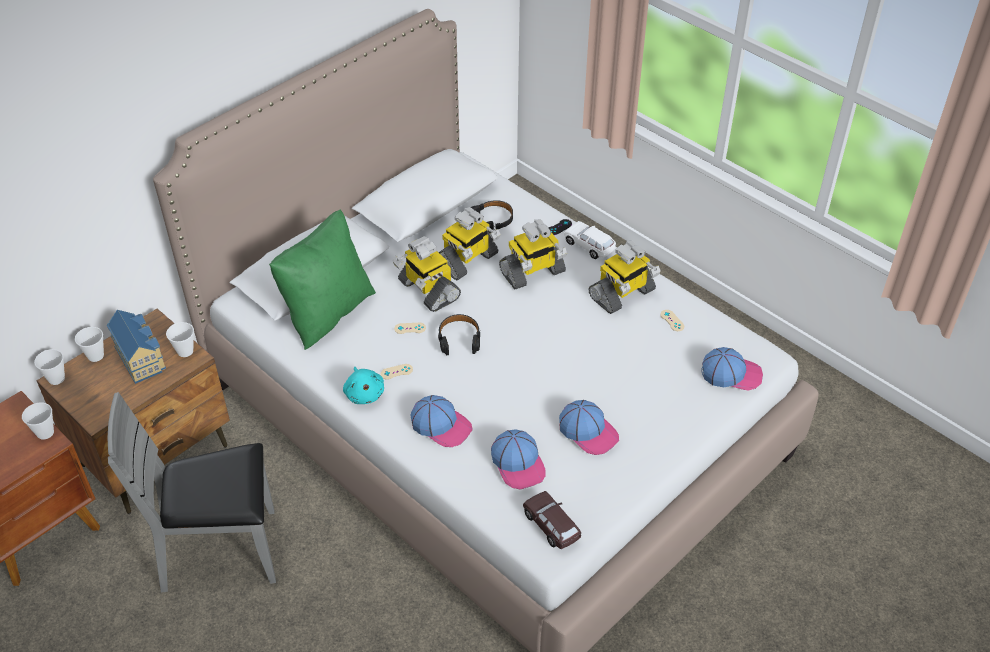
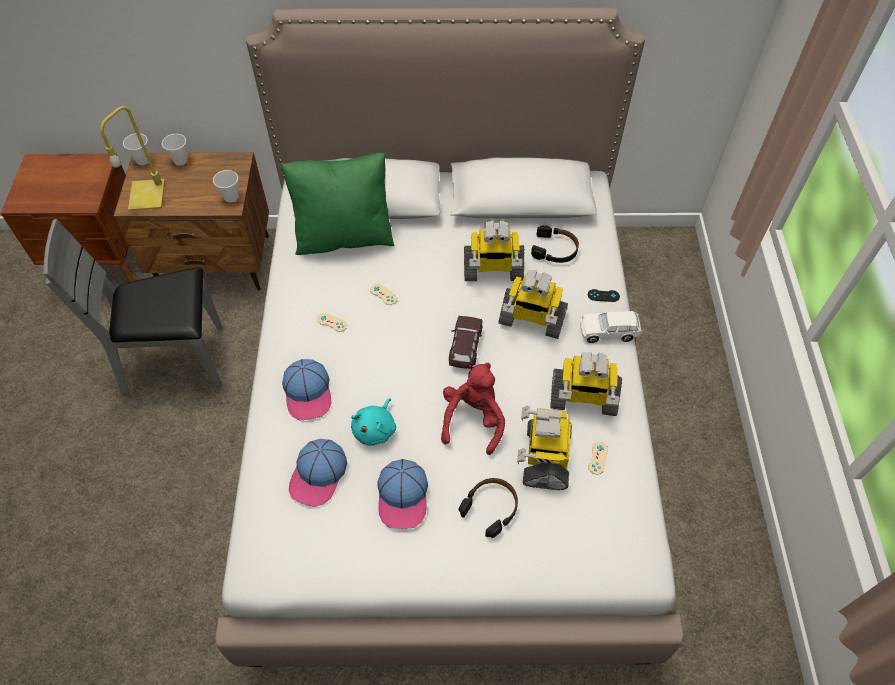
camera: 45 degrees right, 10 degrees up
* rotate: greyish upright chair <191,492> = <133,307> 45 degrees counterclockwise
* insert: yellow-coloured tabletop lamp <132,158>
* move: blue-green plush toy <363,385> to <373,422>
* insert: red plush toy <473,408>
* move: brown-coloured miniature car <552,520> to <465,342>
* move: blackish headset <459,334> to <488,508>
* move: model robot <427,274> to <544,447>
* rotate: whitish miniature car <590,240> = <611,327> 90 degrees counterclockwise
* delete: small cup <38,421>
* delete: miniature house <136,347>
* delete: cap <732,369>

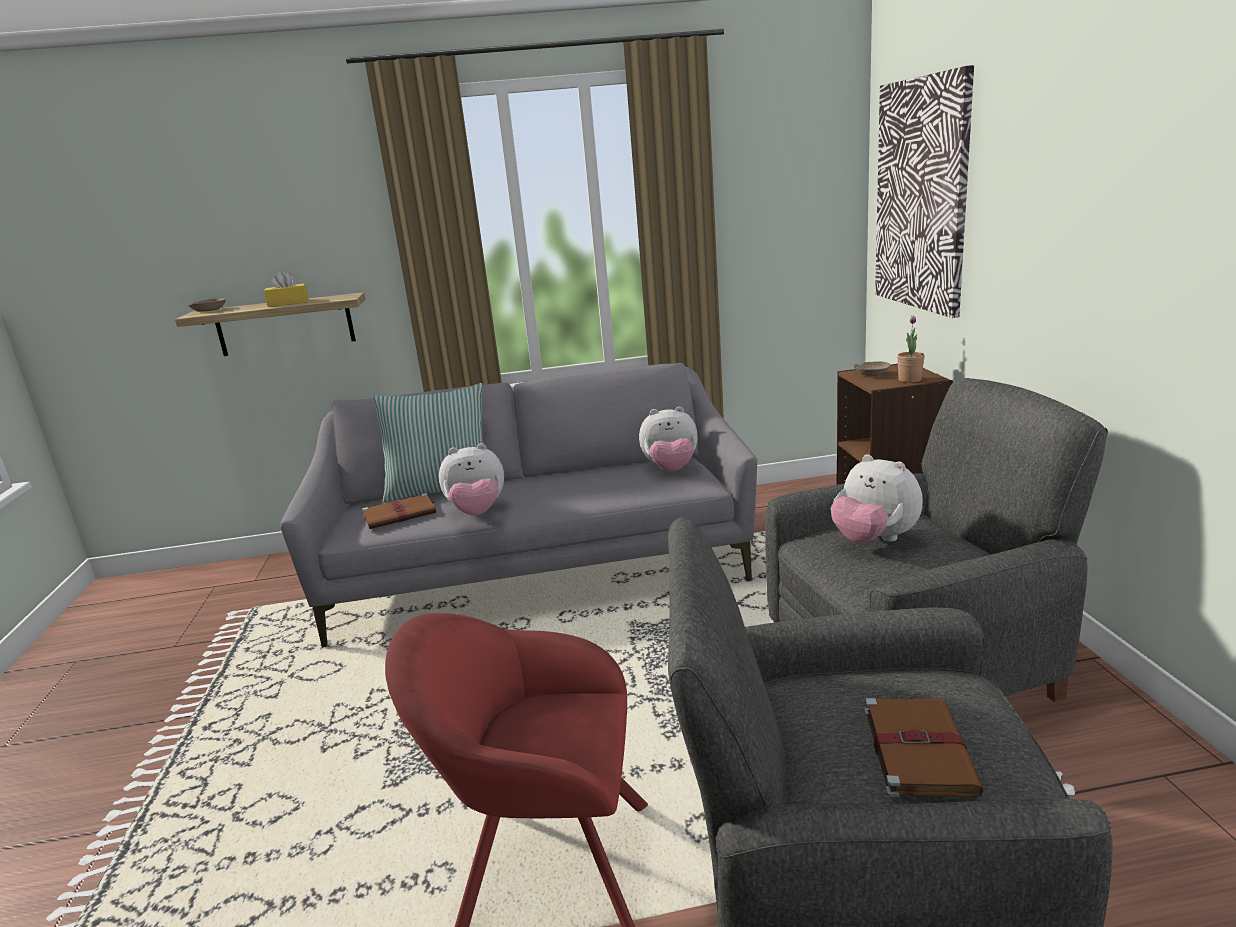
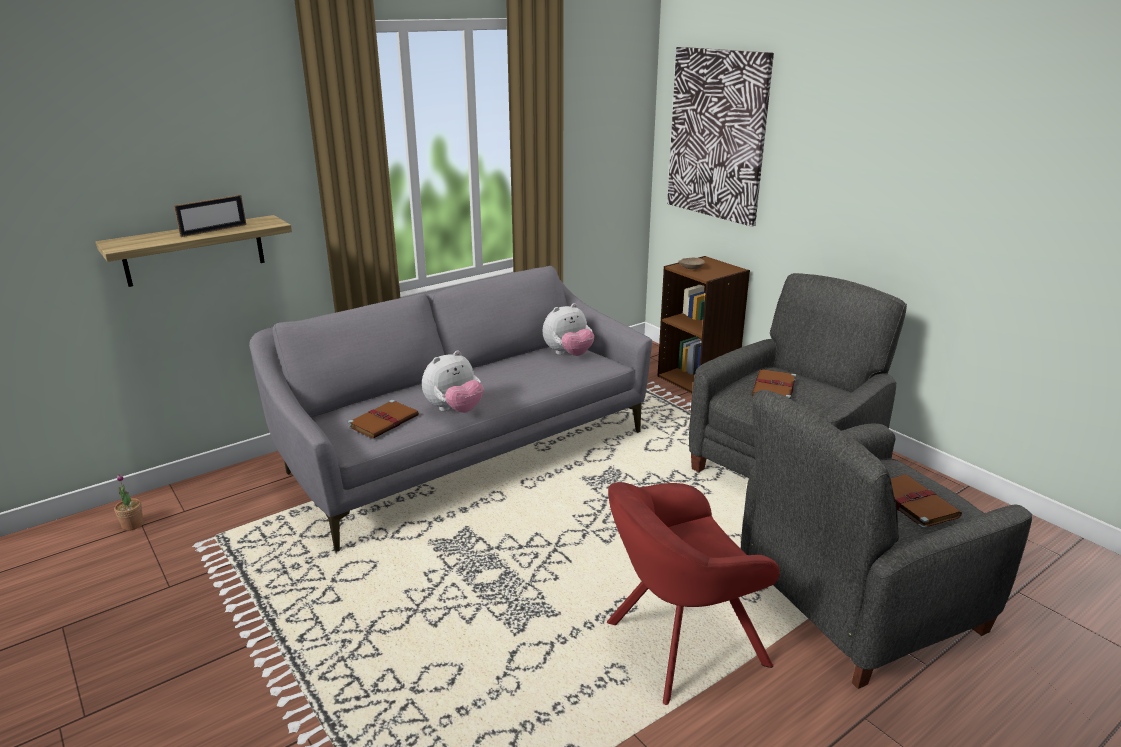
camera: 30 degrees left, 5 degrees up
* move: houseplant <911,349> to <129,502>
* replace: yellow-coloured box of tissues <286,289> to picture frame <210,216>
* replace: plush toy <877,499> to brown-coloured volume <773,384>
* delete: sand-coloured bowl <207,305>
* delete: cushion <428,443>

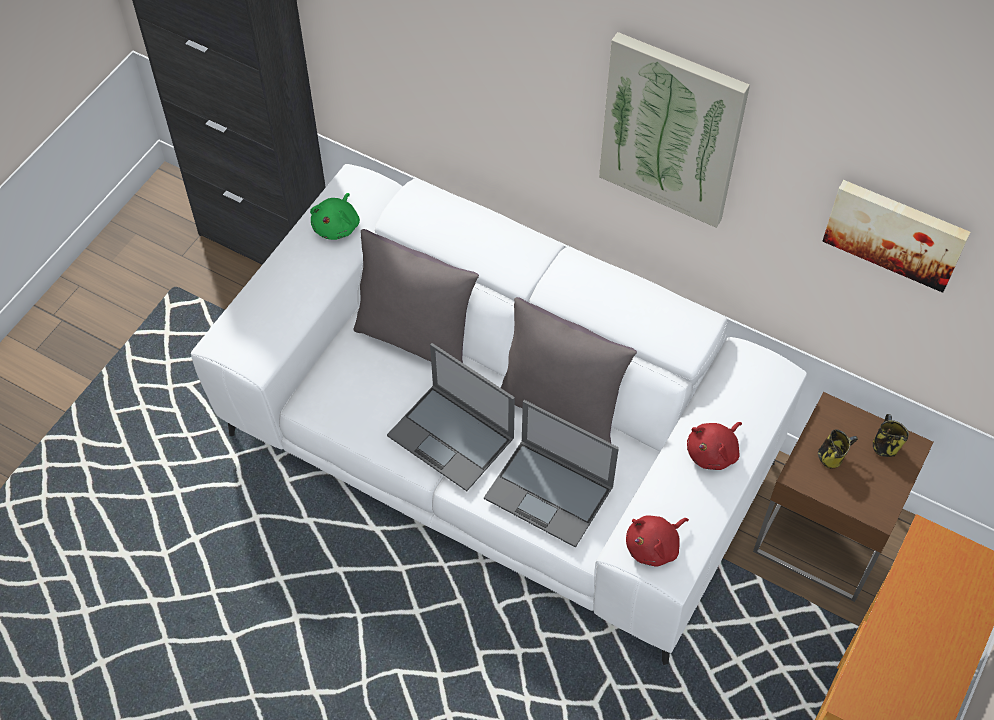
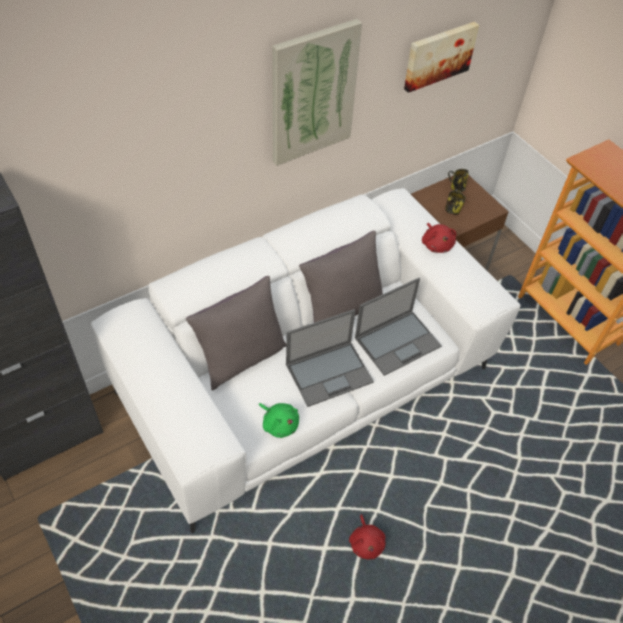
camera: 65 degrees left, 5 degrees down
* move: green-coloured plush toy <335,216> to <279,420>
* move: red plush toy <657,540> to <367,537>

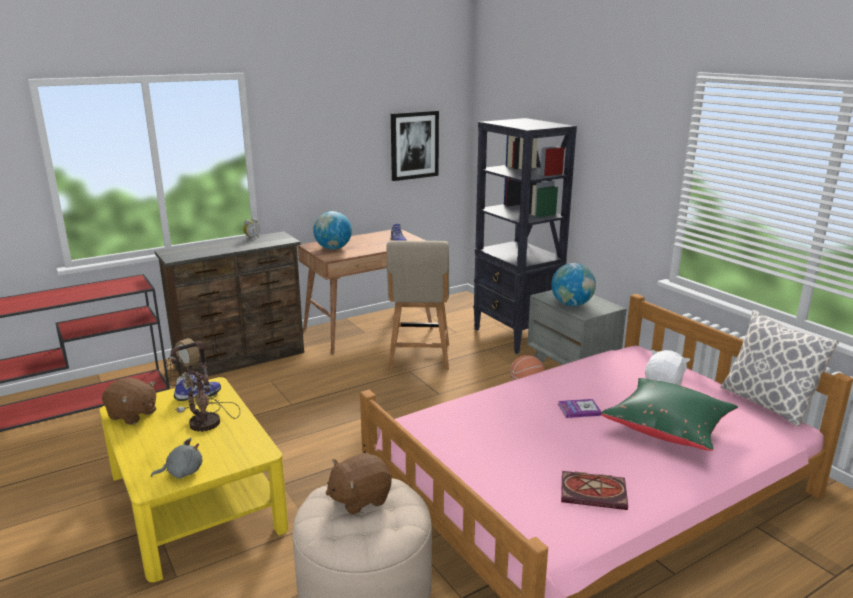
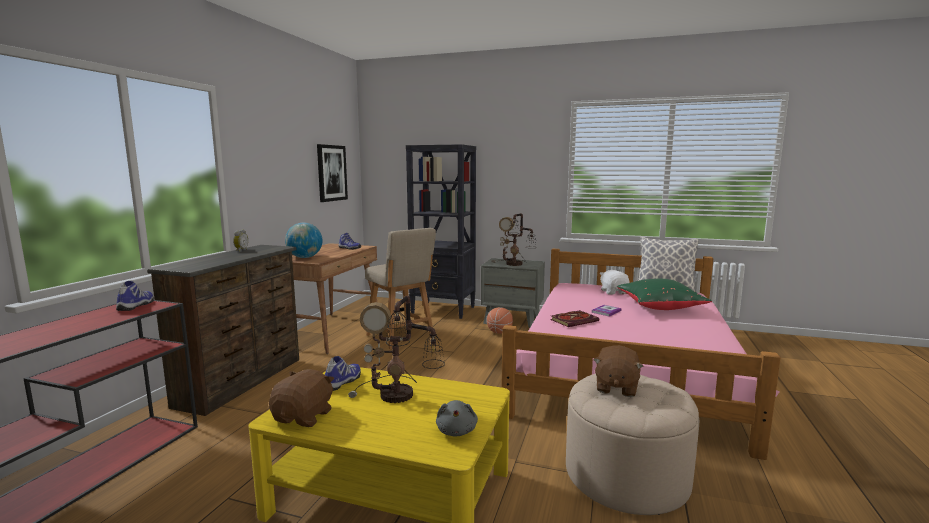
camera: 40 degrees left, 10 degrees down
* insert: item of footwear <135,296>
* rotate: brown-coloured plush toy <129,401> = <301,398> 60 degrees counterclockwise
* rotate: greyish plush toy <176,458> = <457,418> 150 degrees clockwise
* replace: globe <573,284> to tabletop lamp <514,239>
* move: volume <594,490> to <574,318>

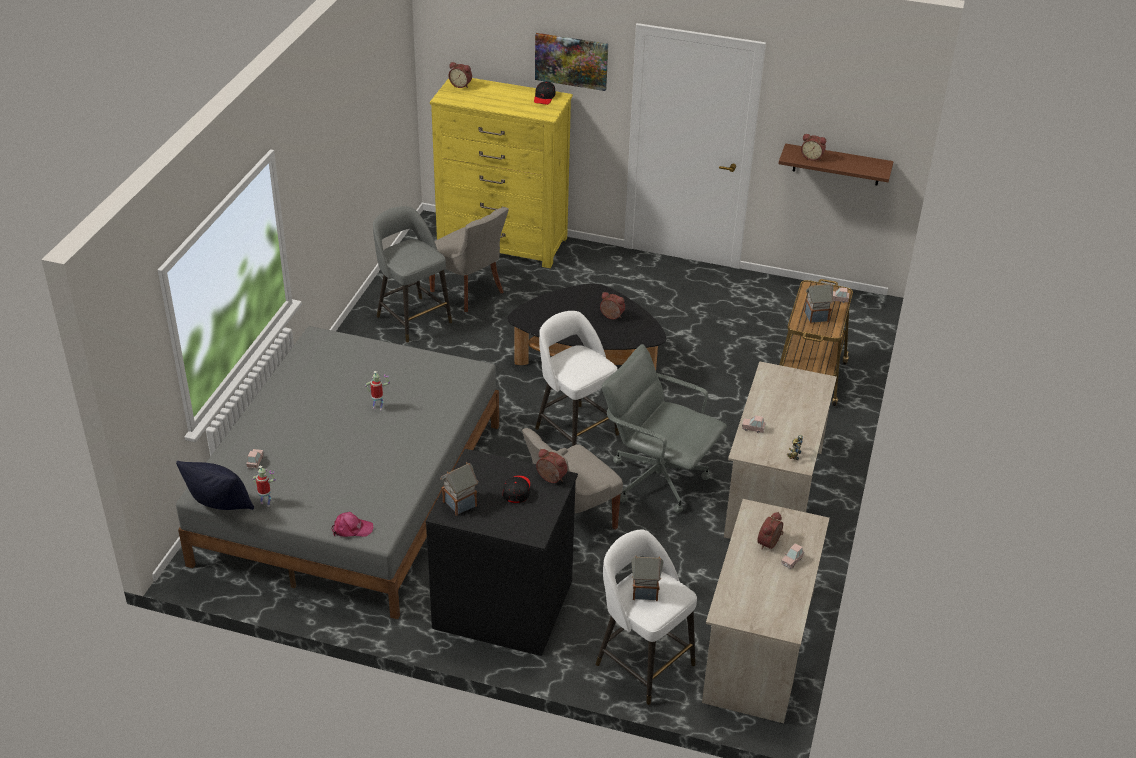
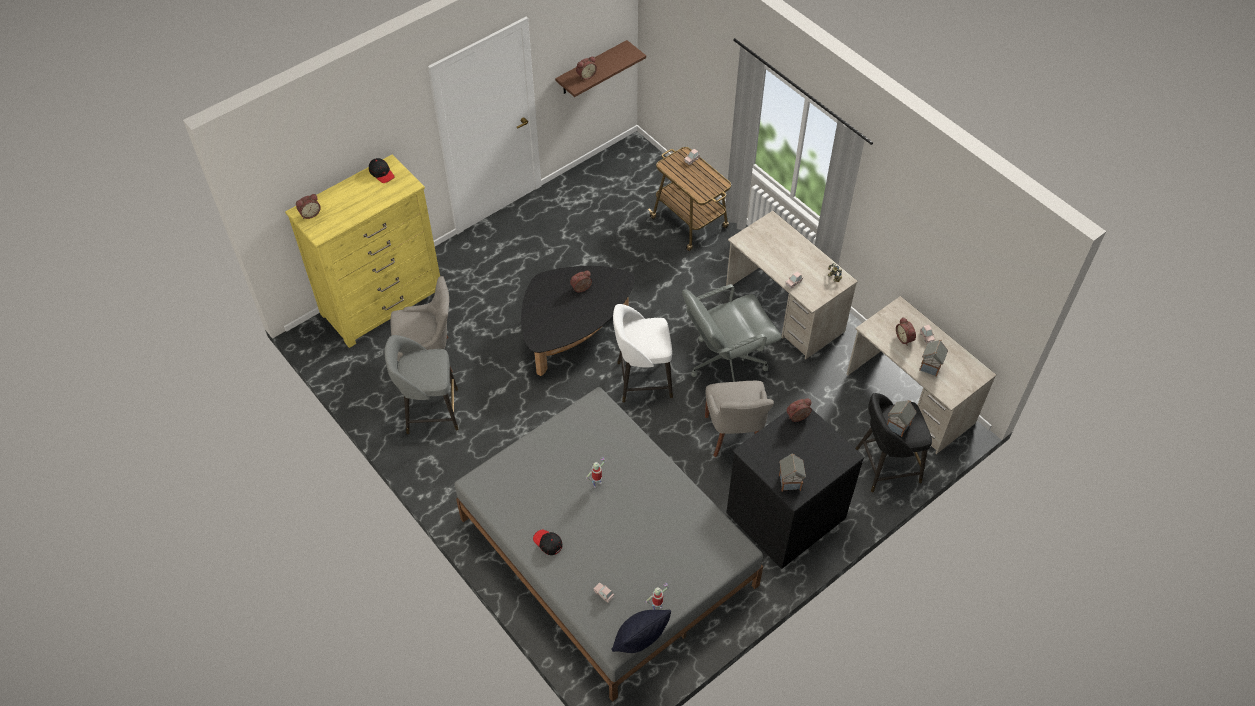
camera: 55 degrees left, 15 degrees up
* move: blackish cap <516,489> to <548,542>
* recolor: whitish stool seat <646,617> to blackish stool seat <893,442>
* move: miniature house <819,303> to <933,358>
* delete: pink-coloured cap <352,524>
* delete: wall art <571,62>

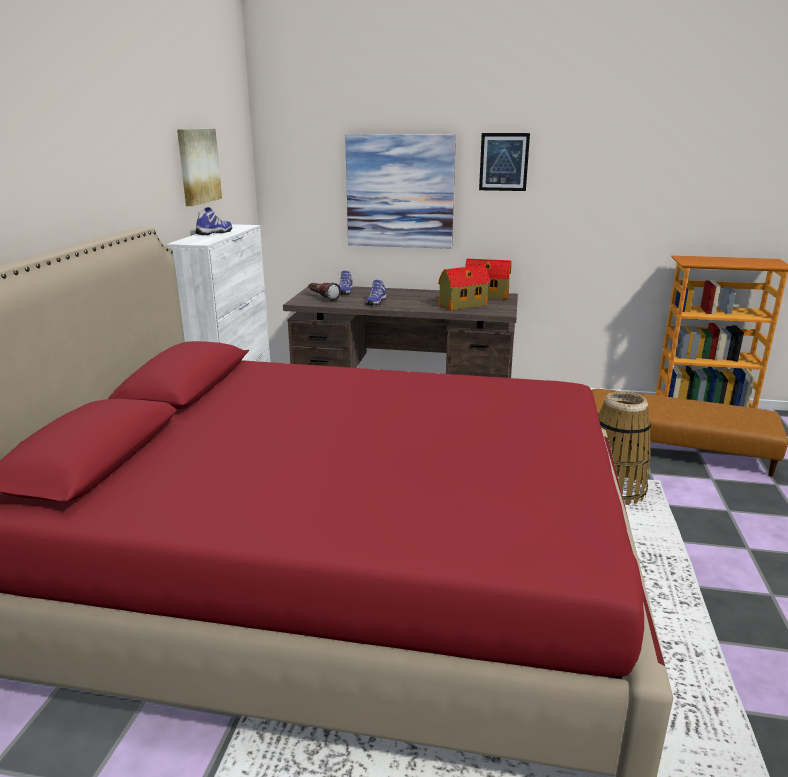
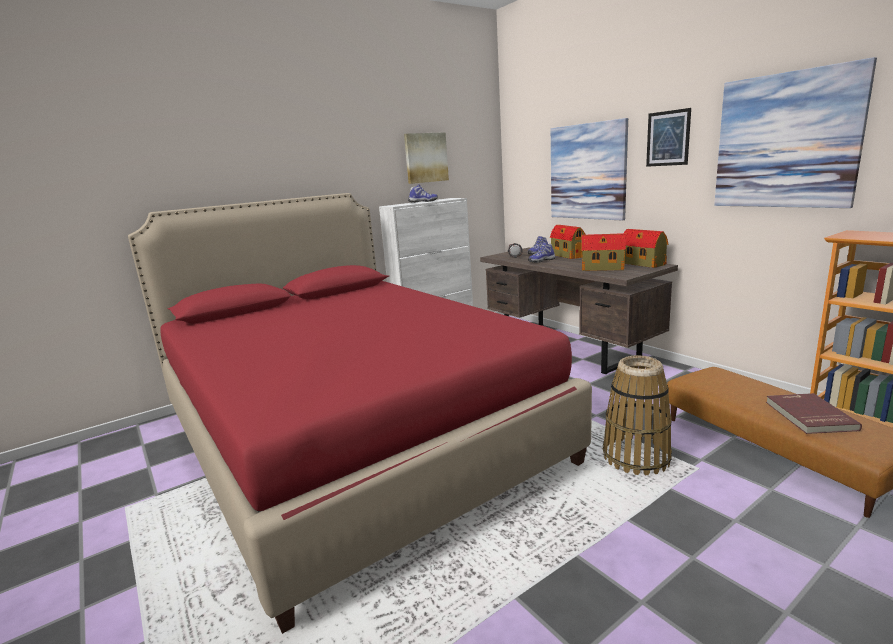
camera: 45 degrees right, 5 degrees down
* insert: miniature house <568,242>
* insert: wall art <795,132>
* insert: red volume <814,413>

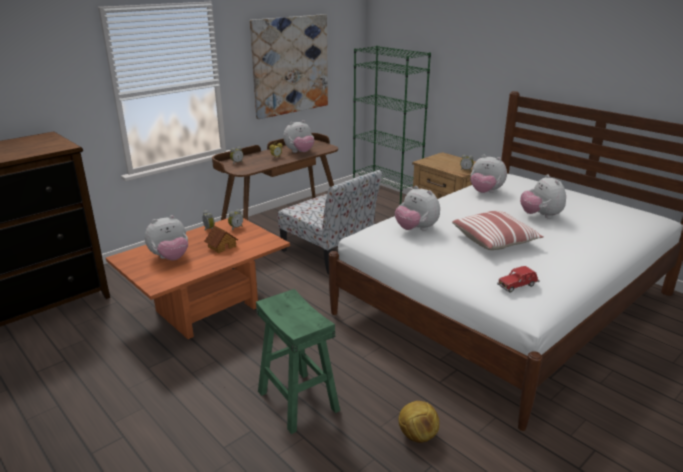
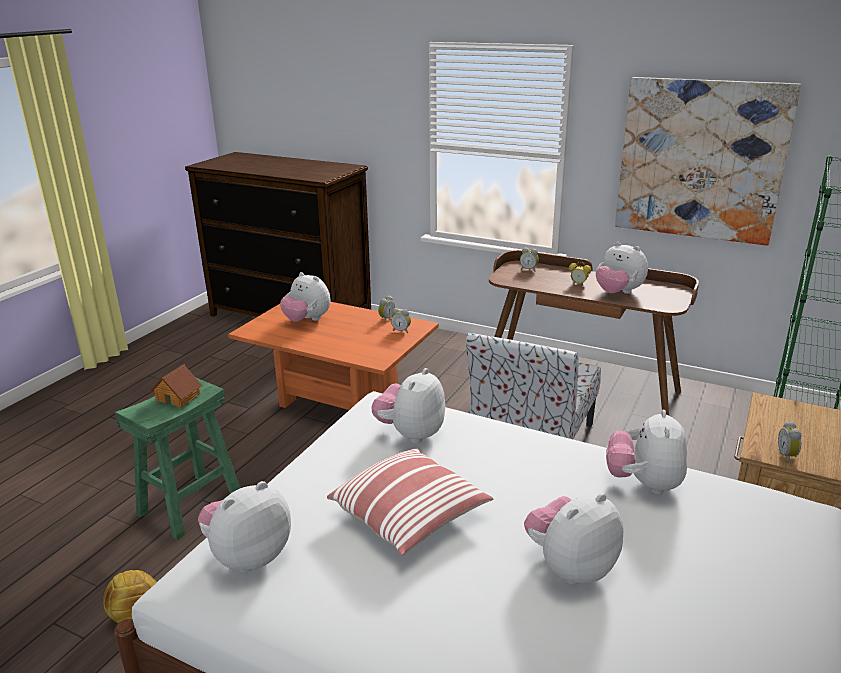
camera: 70 degrees right, 0 degrees up
* move: miniature house <221,239> to <176,386>
* replace: red miniature car <518,279> to plush toy <244,526>

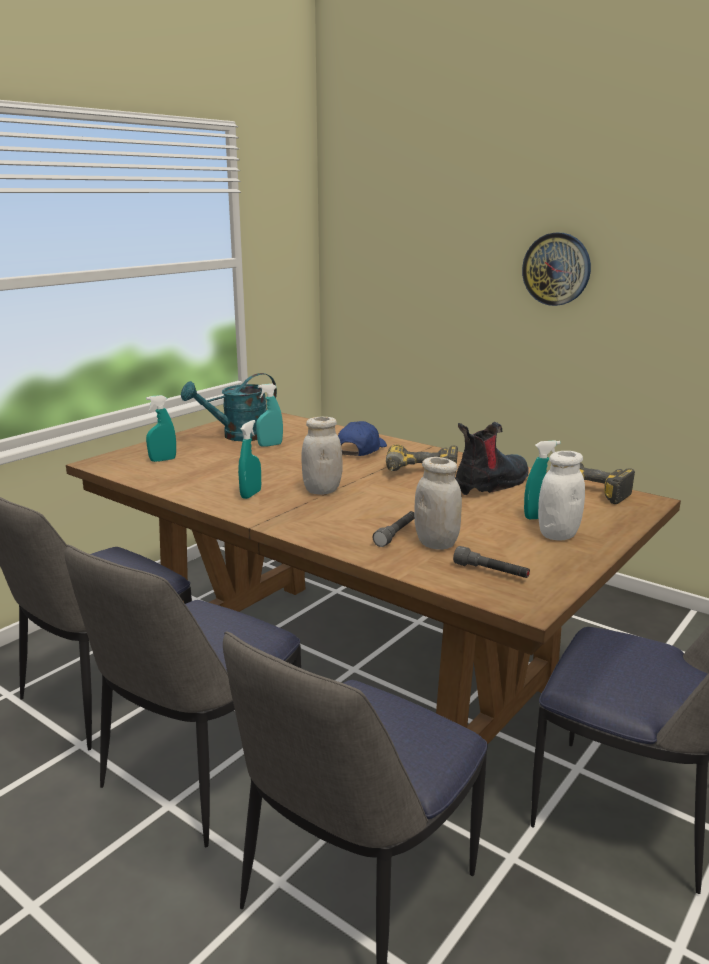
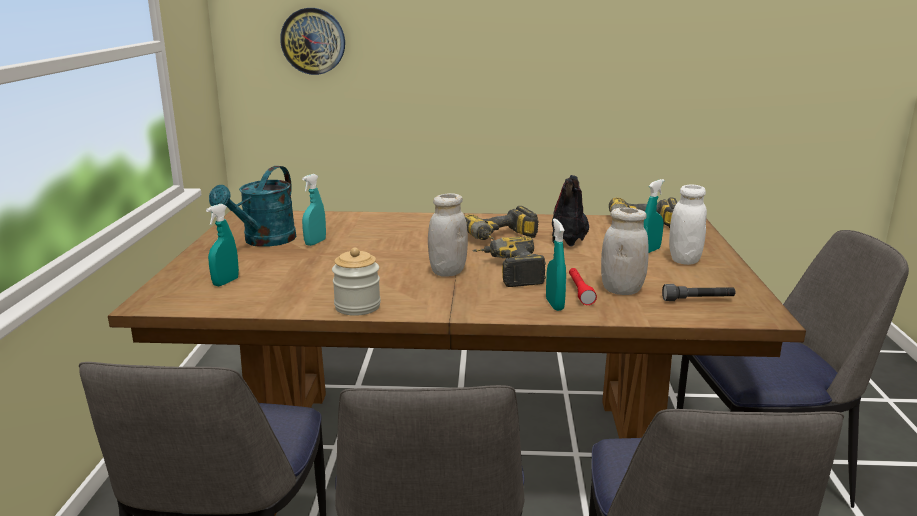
camera: 35 degrees left, 0 degrees up
* move: hanging clock <556,269> to <312,41>
* insert: storage jar <356,282>
* insert: power drill <509,261>
* move: blue-green spray bottle <249,459> to <556,265>
* recolor: greyish hand torch <393,529> to red hand torch <583,286>
* delete: blue-coloured cap <362,438>

